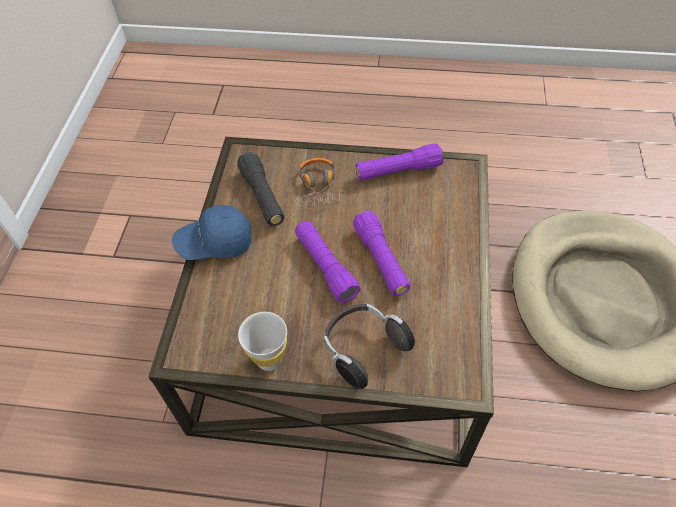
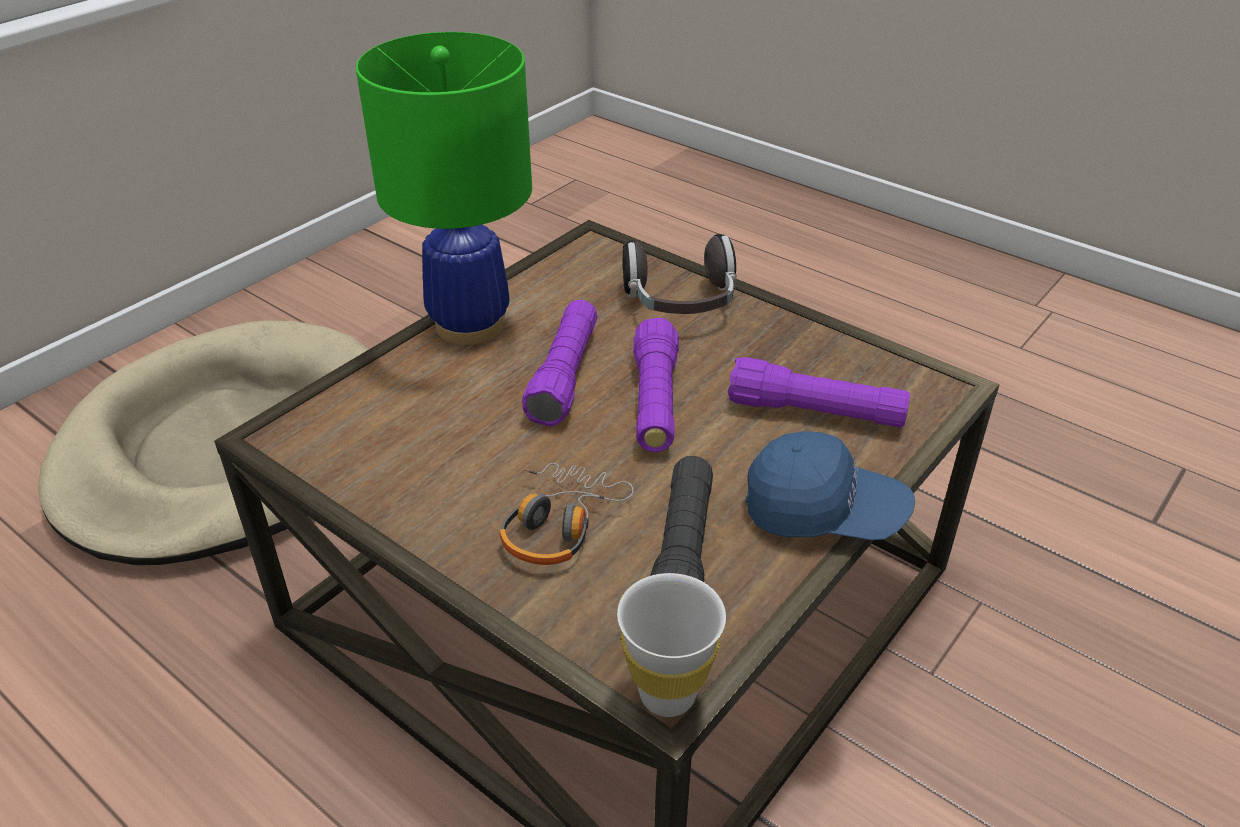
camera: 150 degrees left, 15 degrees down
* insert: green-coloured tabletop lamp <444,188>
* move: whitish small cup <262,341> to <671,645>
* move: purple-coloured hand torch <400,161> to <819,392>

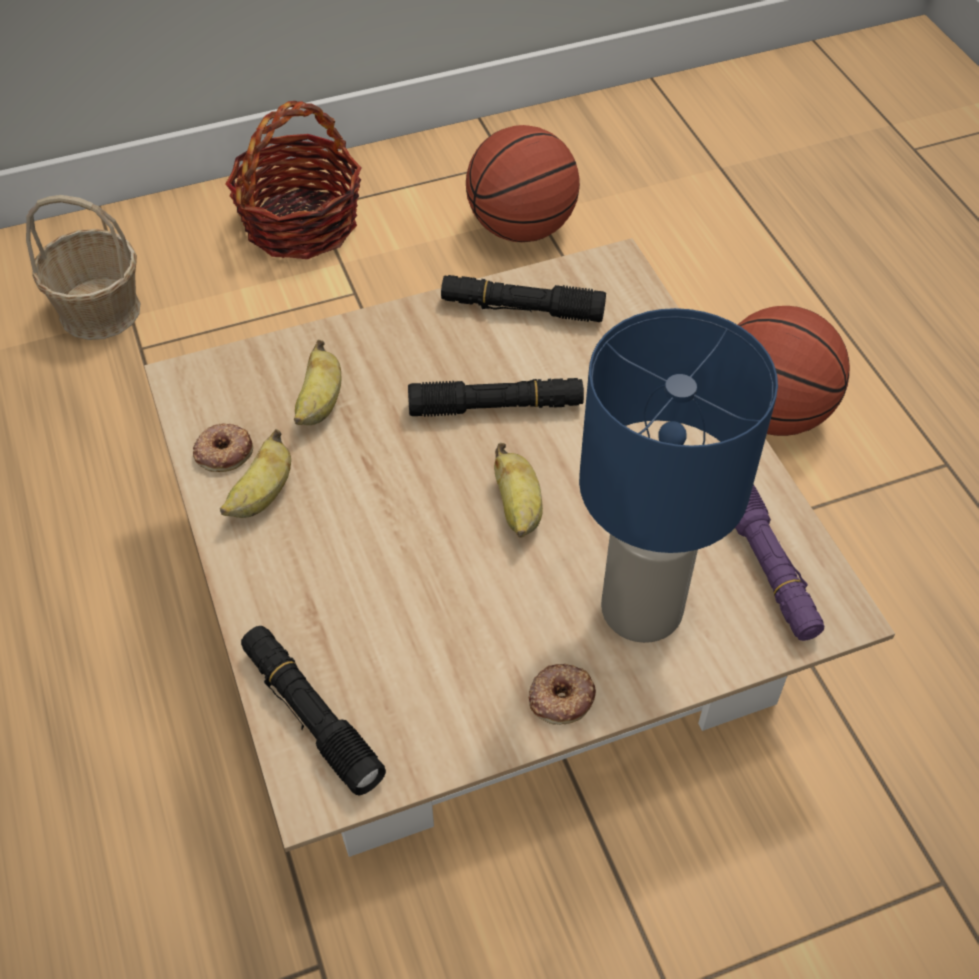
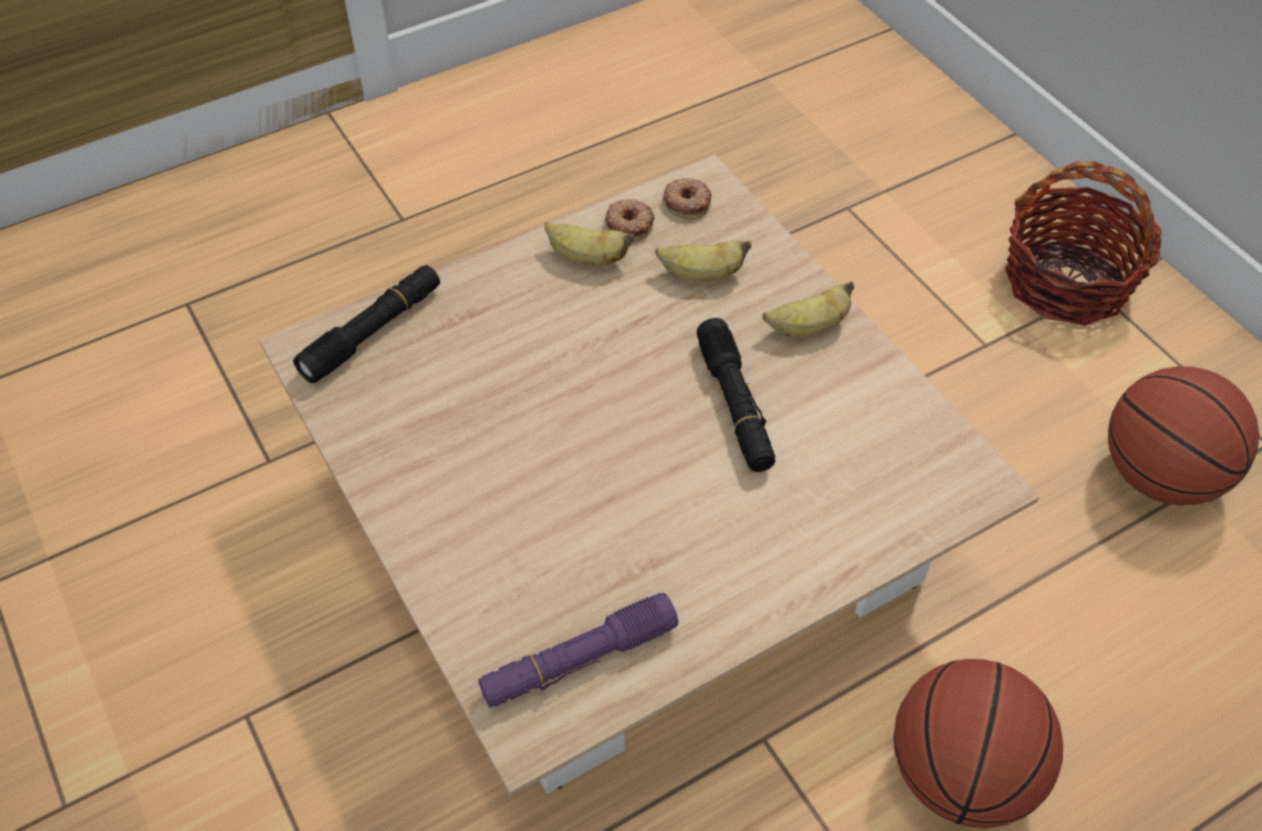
camera: 80 degrees right, 0 degrees up
* move: donut <562,694> to <687,198>
* move: banana <518,490> to <808,309>
* delete: household basket <83,267>
* delete: blackish hand torch <523,298>
* delete: blue-coloured tabletop lamp <678,475>

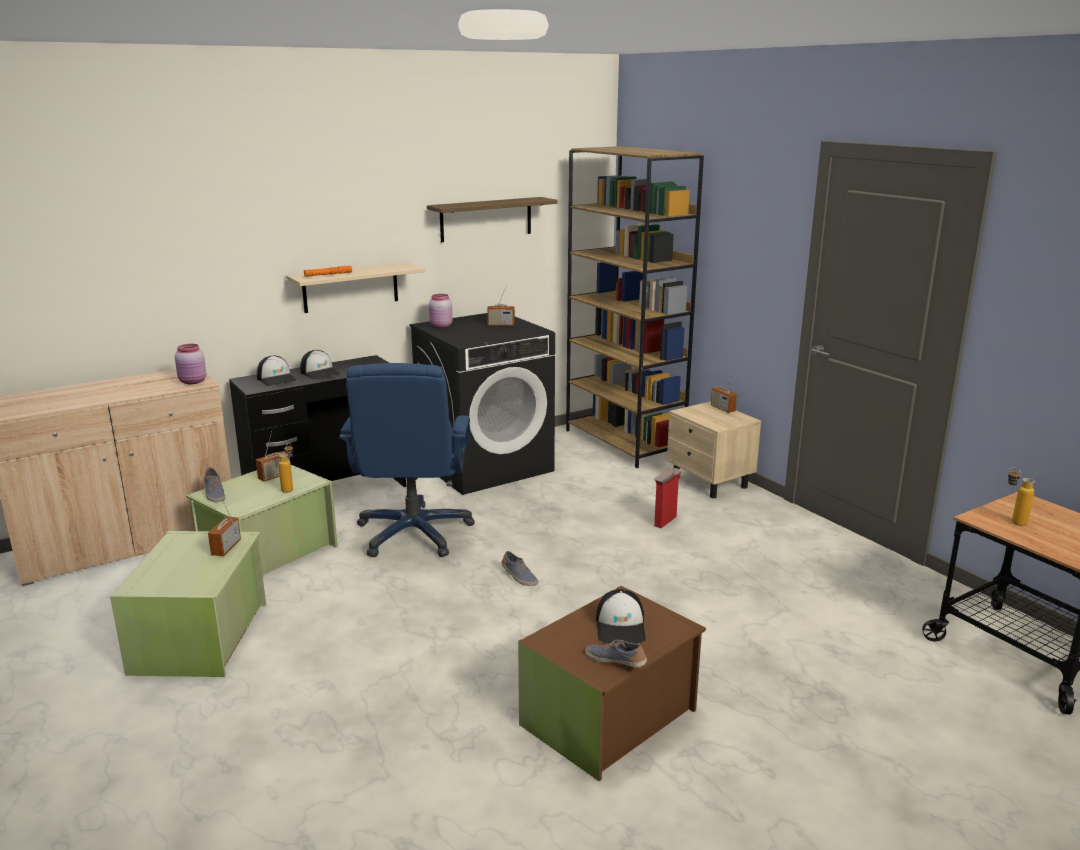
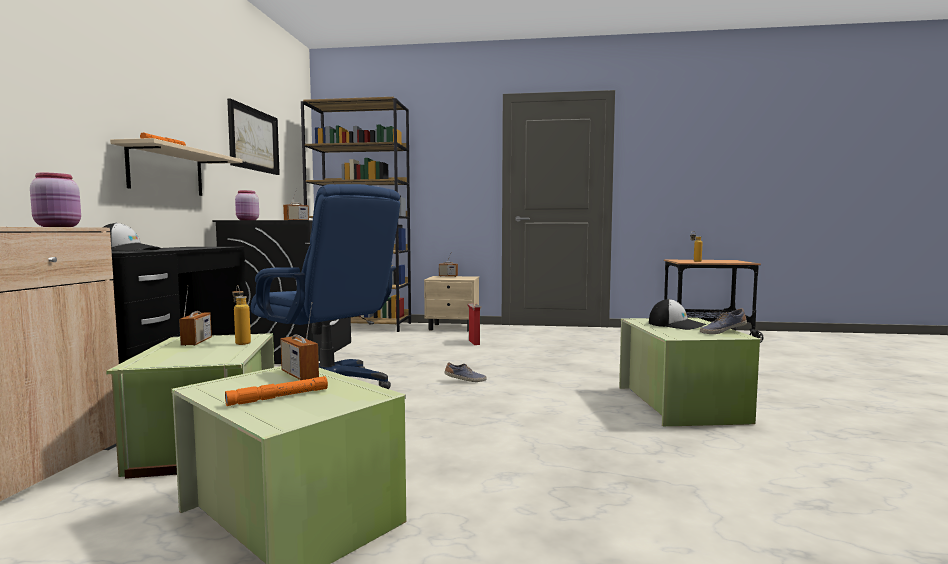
camera: 50 degrees left, 15 degrees down
* insert: orange hand torch <276,391>
* replace: shelf <492,219> to wall art <253,137>
* recolor: brown-coloured storage box <612,683> to green-coloured storage box <690,372>
* delete: item of footwear <214,484>
* delete: cap <320,364>

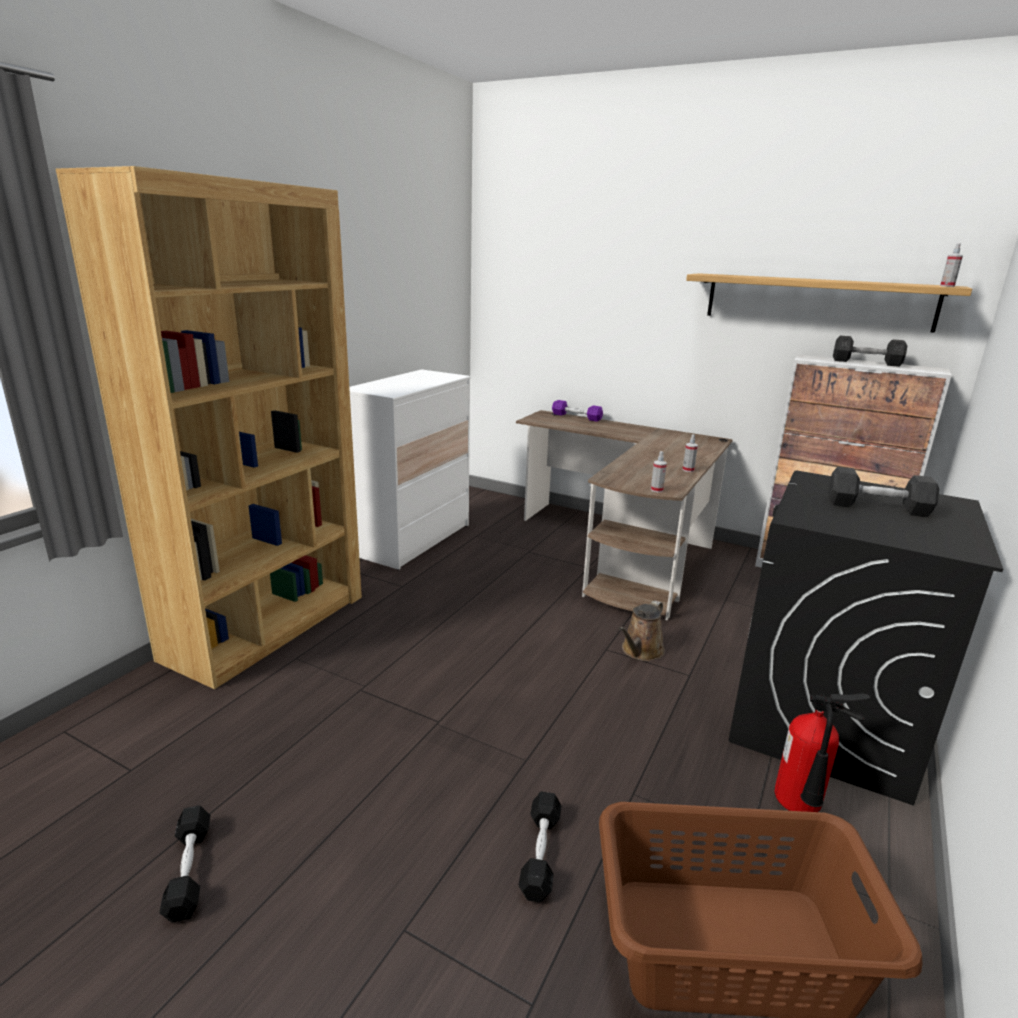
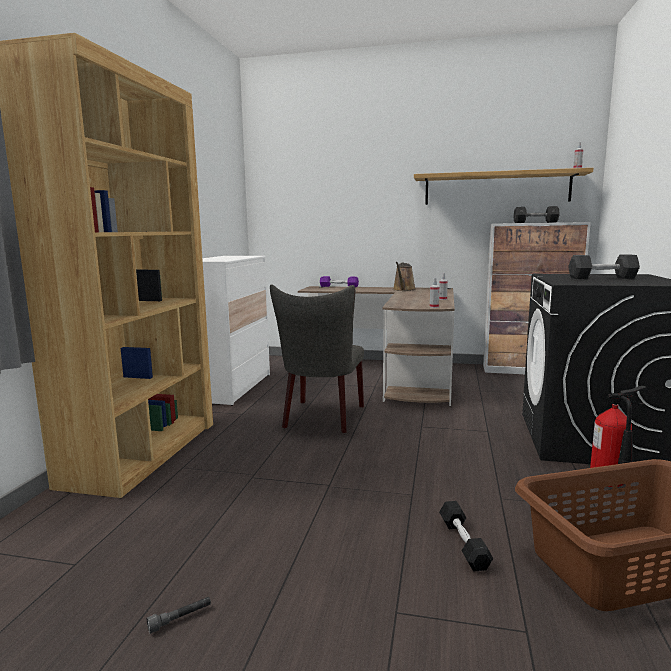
camera: 15 degrees left, 10 degrees down
* replace: blackish hand weight <185,864> to greyish hand torch <179,615>
* insert: greyish upright chair <317,358>
* move: brown-coloured sprinkling can <641,630> to <404,276>

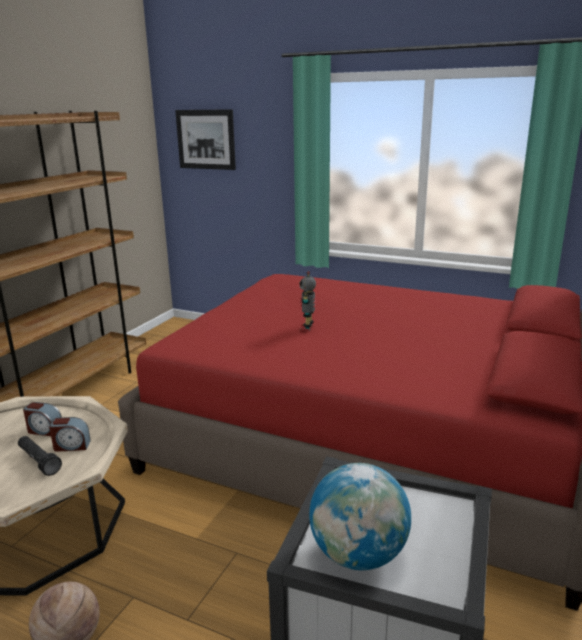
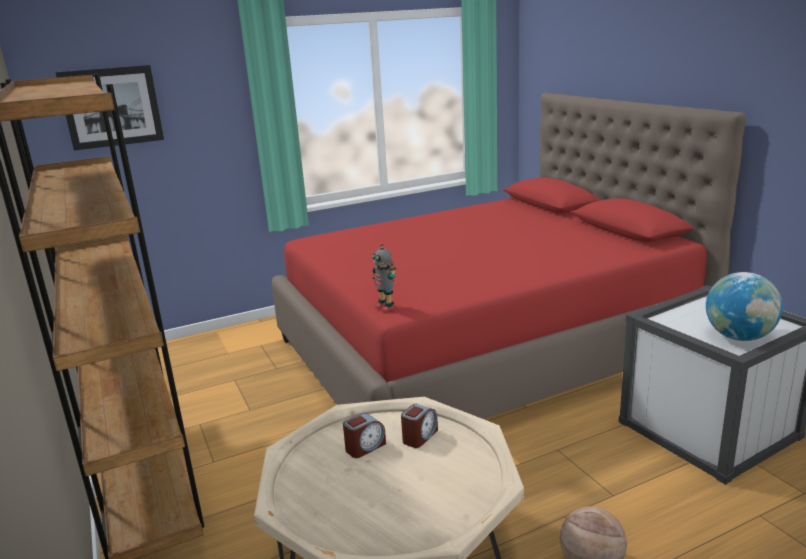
camera: 50 degrees left, 0 degrees up
* move: model robot <308,301> to <384,277>
* delete: blackish hand torch <40,456>

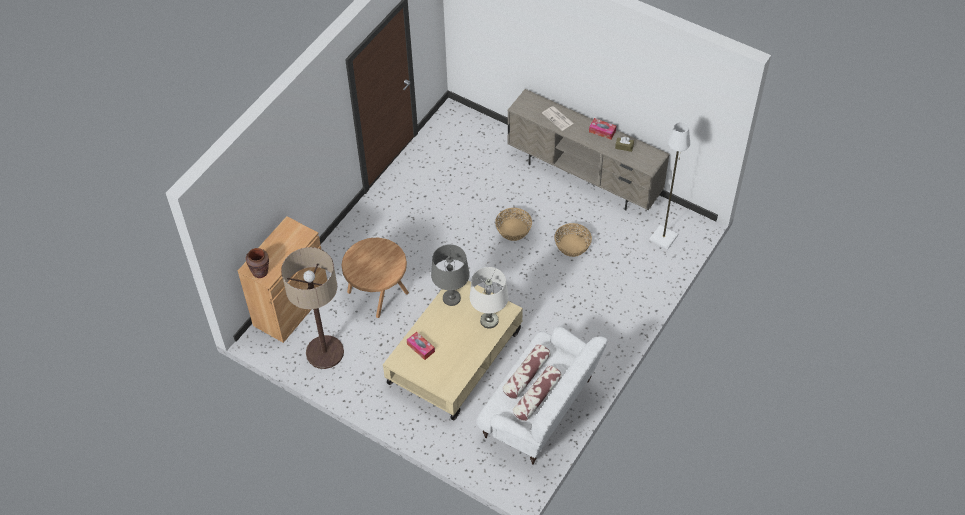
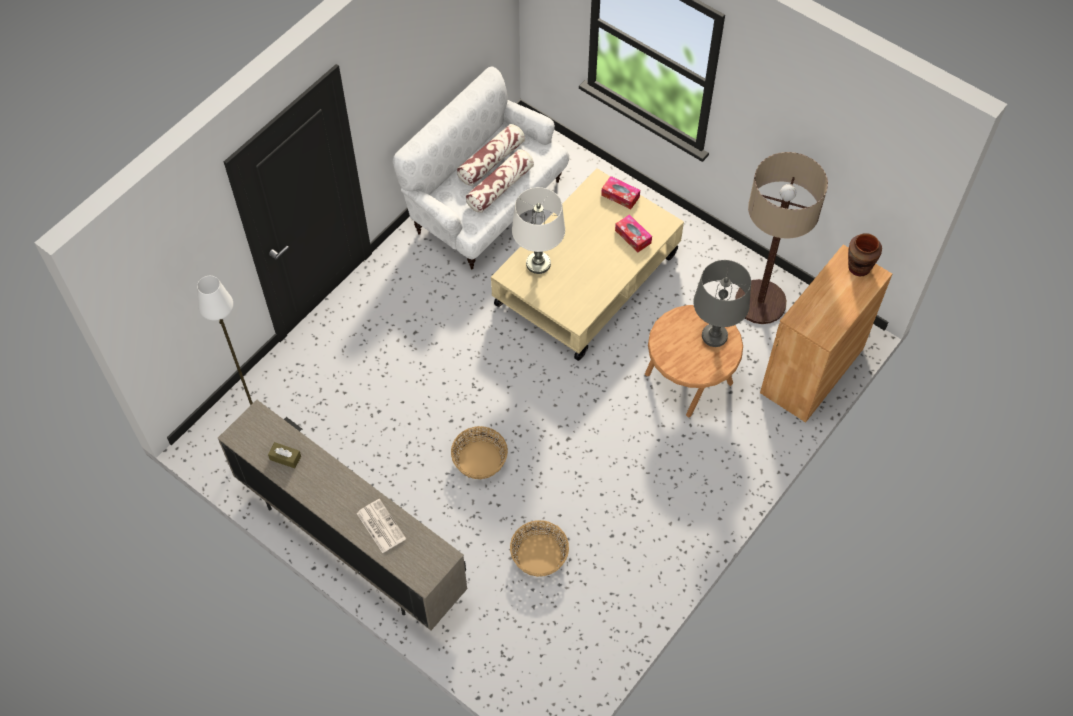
camera: 175 degrees left, 5 degrees up
* move: household basket <573,240> to <539,548>
* move: box of tissues <602,129> to <620,192>
* move: greyish tabletop lamp <450,275> to <722,303>

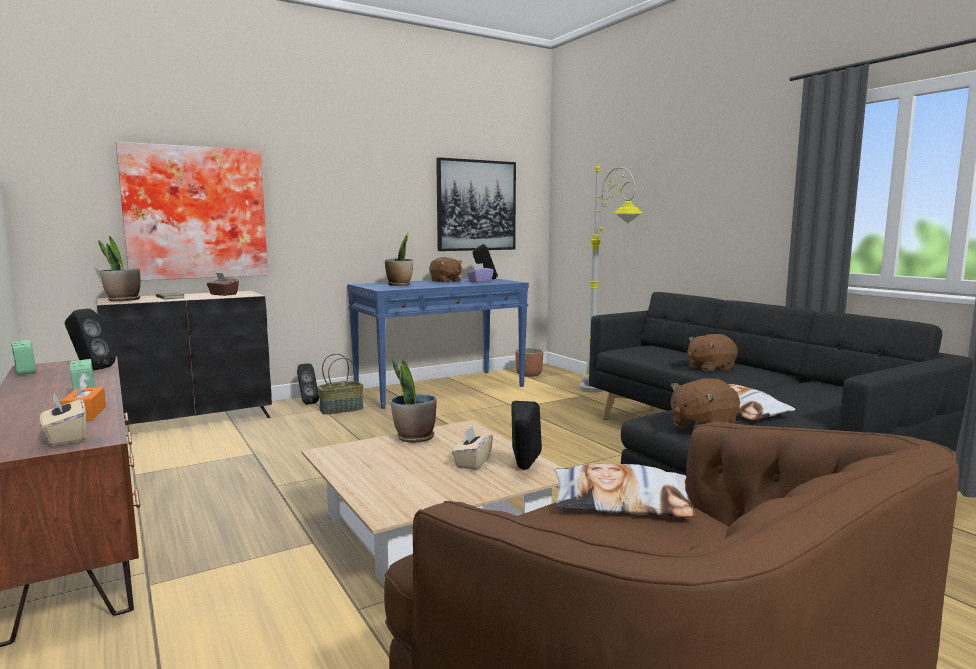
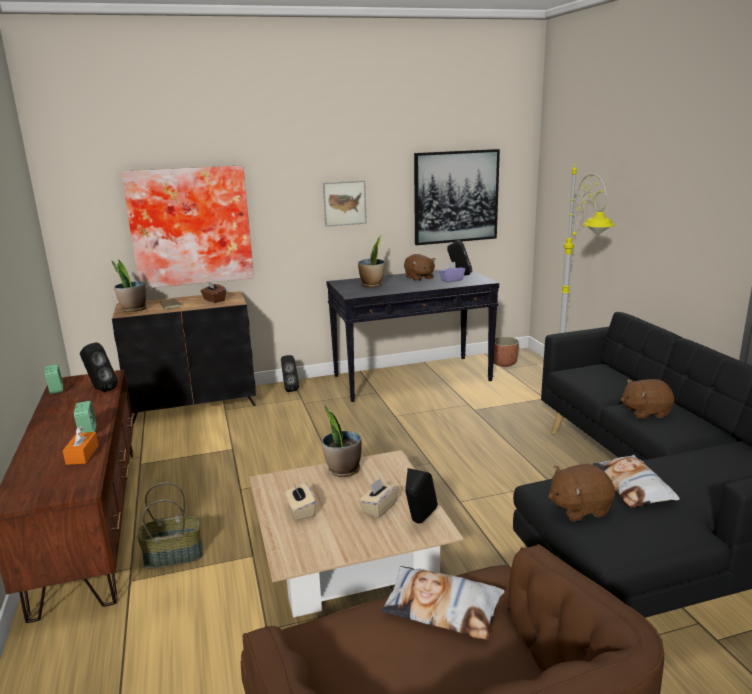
camera: 15 degrees right, 10 degrees up
* move: household basket <341,383> to <170,525>
* move: sand-coloured box of tissues <63,419> to <300,501>
* insert: wall art <345,203>
* recolor: blue-coloured hall table <438,343> to blackish hall table <412,336>

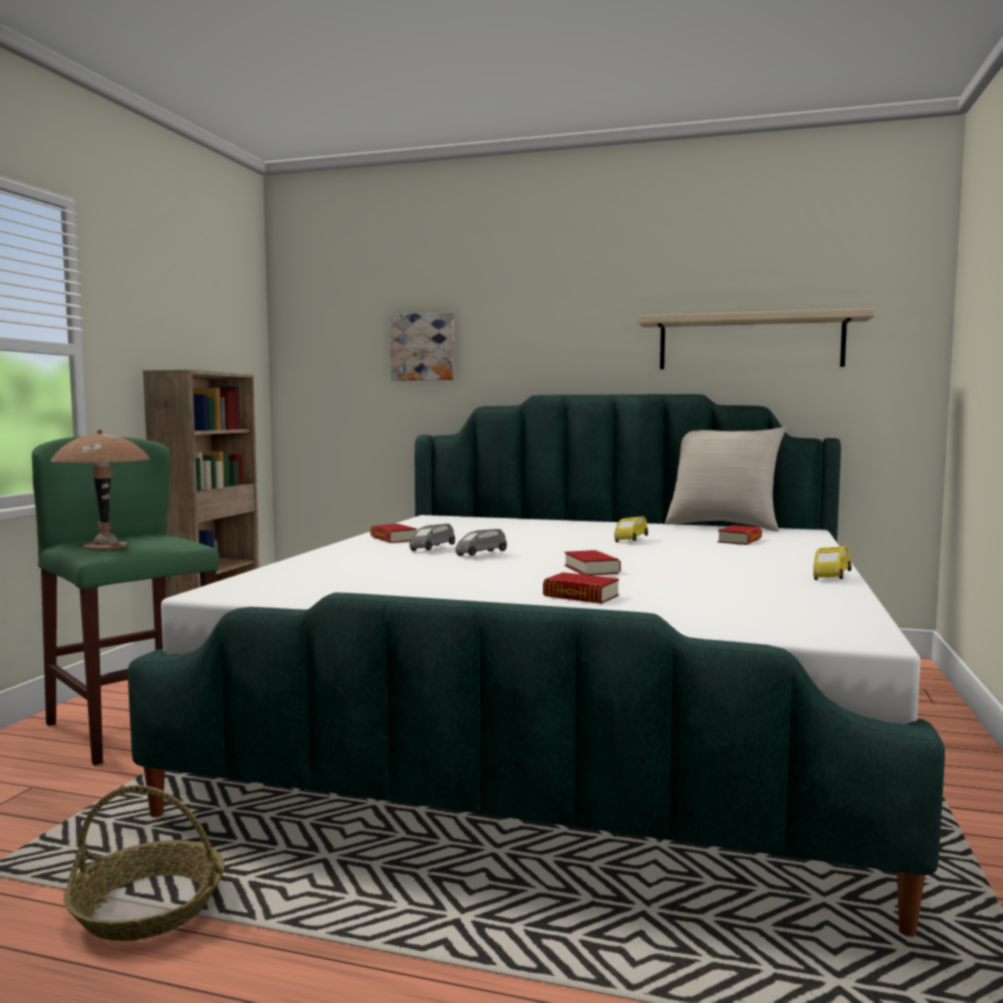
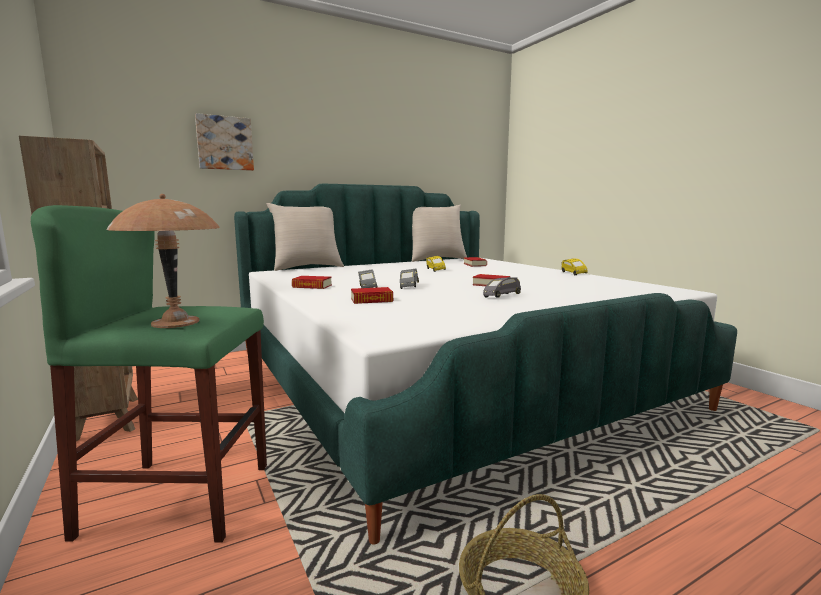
camera: 45 degrees left, 5 degrees up
* insert: sand-coloured cushion <305,237>
* move: volume <581,588> to <372,295>
* insert: greyish miniature car <502,287>
* delete: sand-coloured shelf <756,338>

